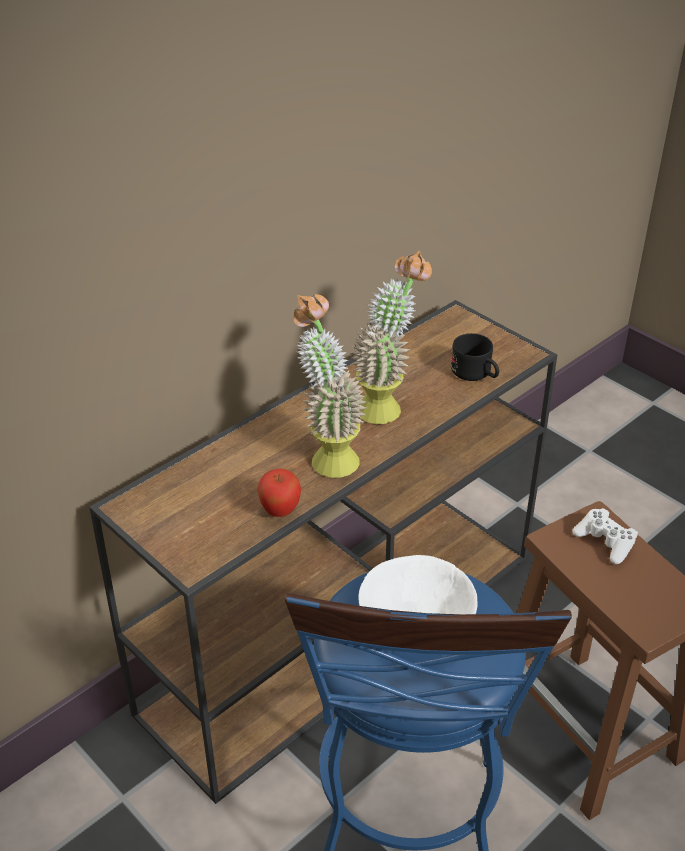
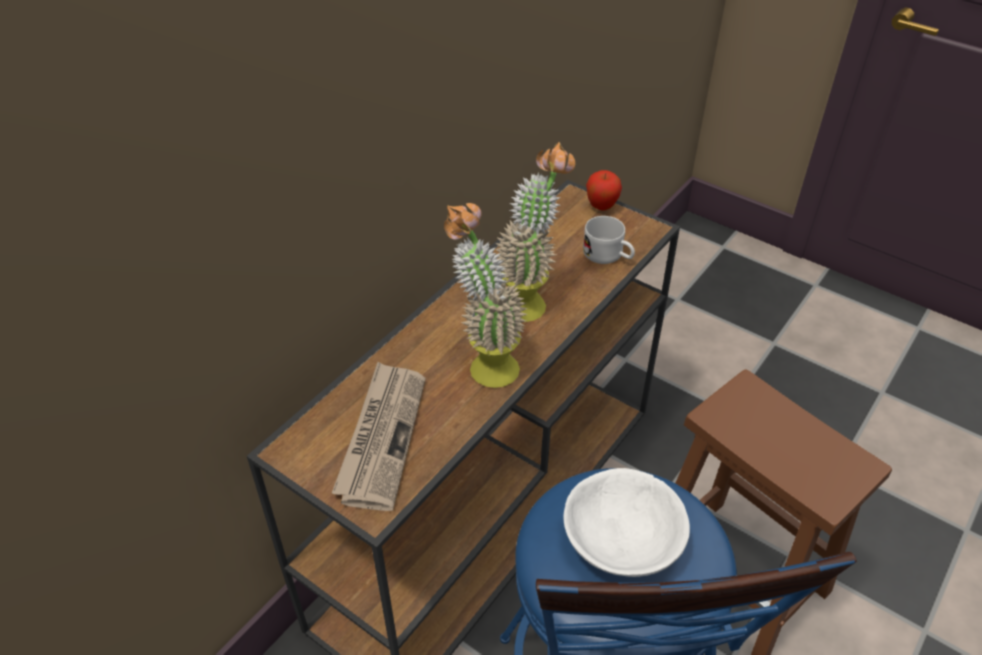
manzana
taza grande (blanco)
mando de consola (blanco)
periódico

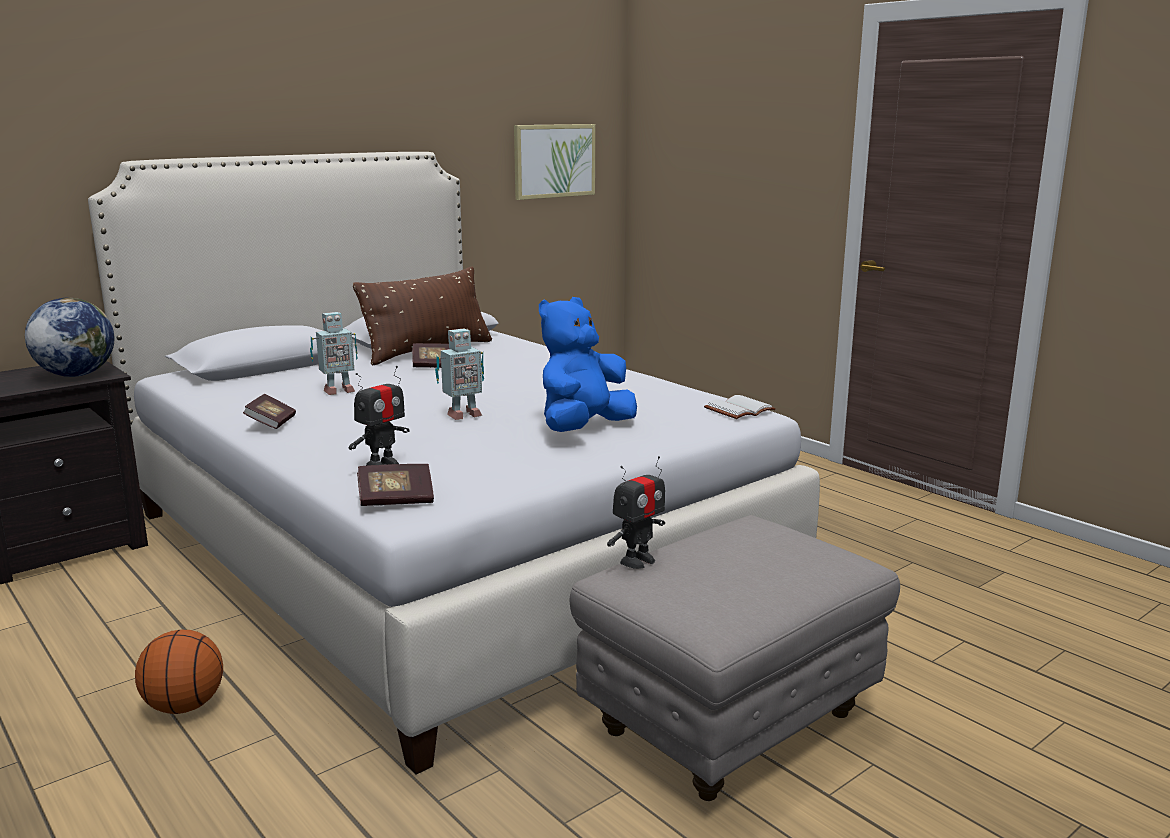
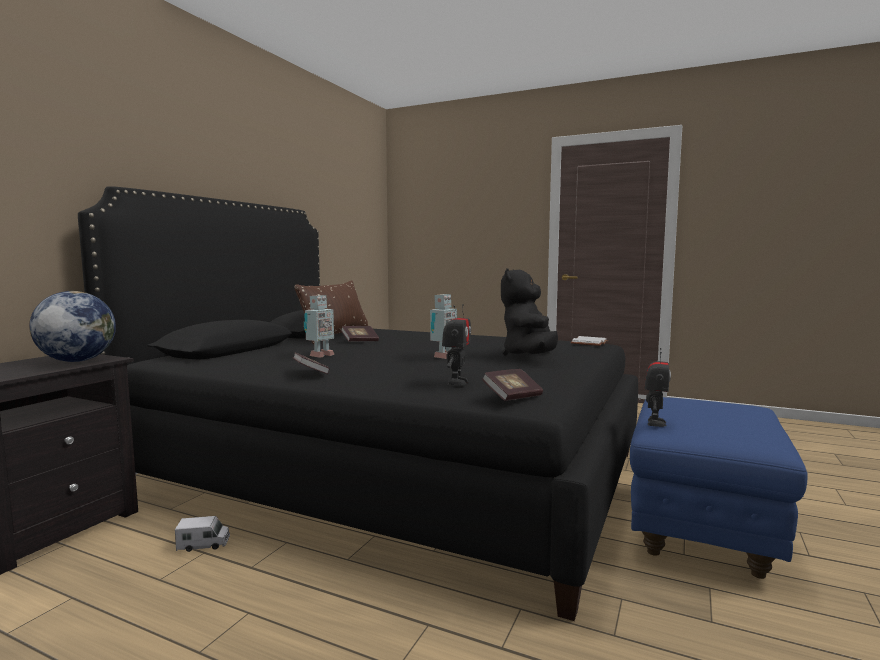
cama (negro)
balón de baloncesto
cuadro
peluche (negro)
puf (azul)
camión de juguete

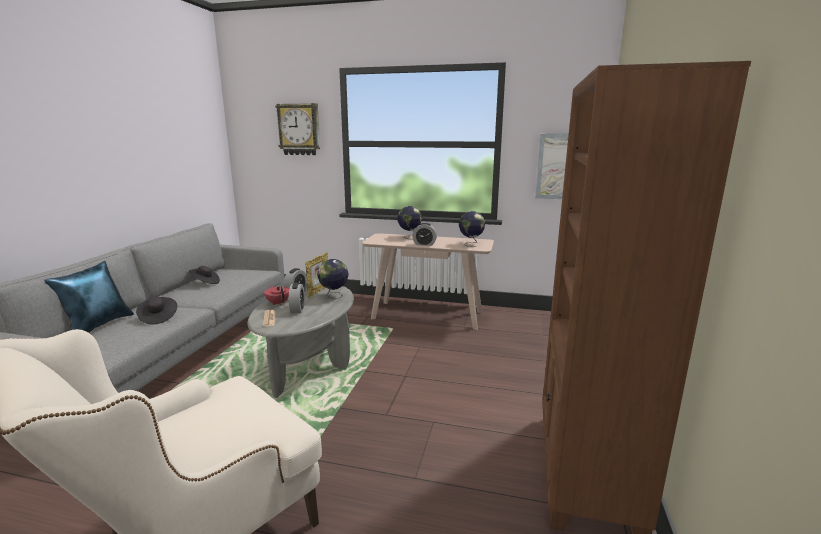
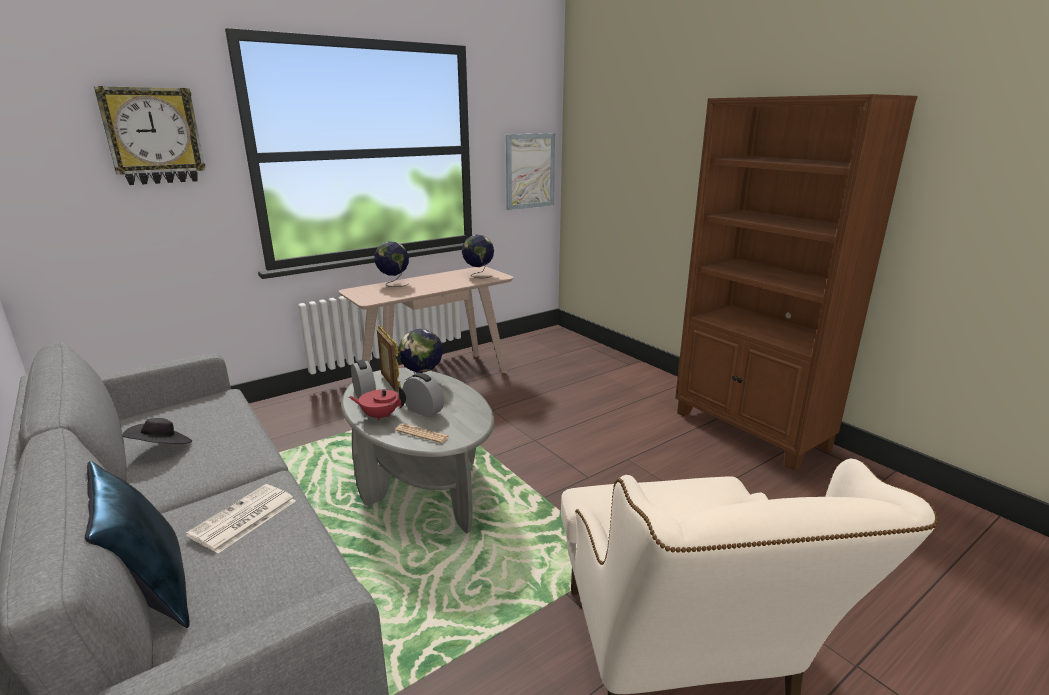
periódico (no. 1 from left)
despertador (no. 3 from left in the first image)

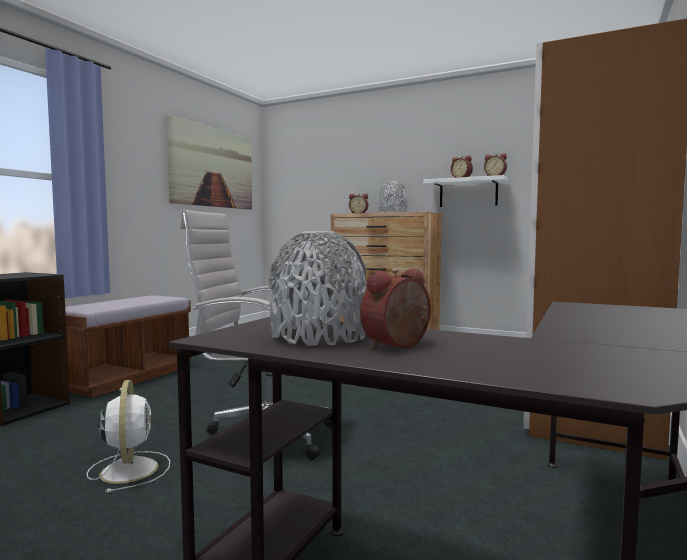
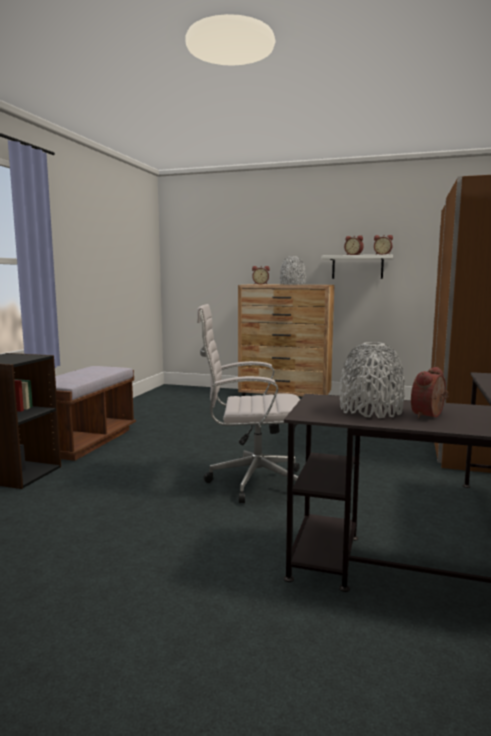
ventilador (blanco)
cuadro

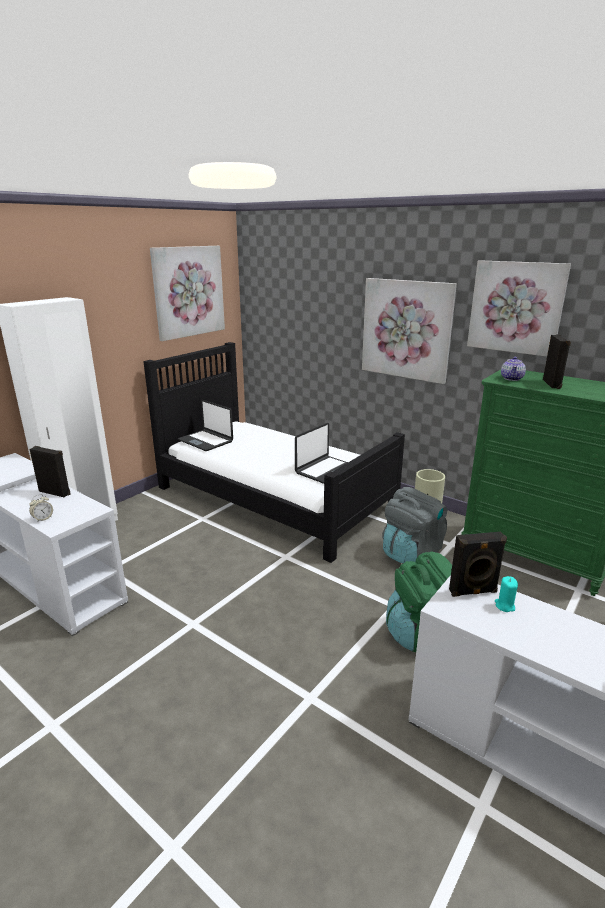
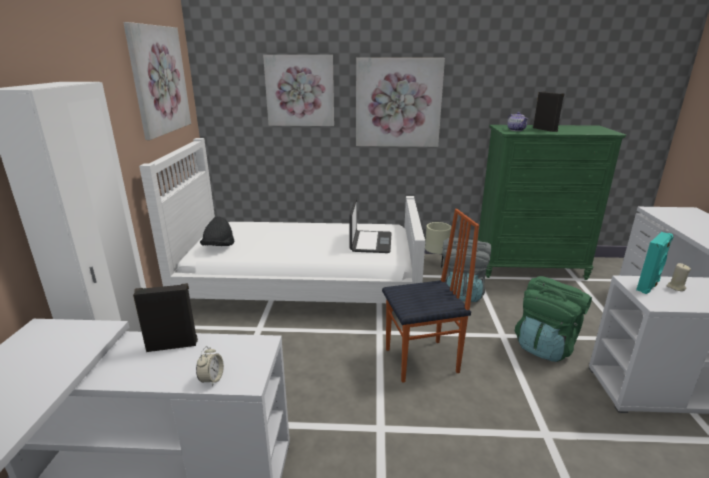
cama (blanco)
sombrero (negro)
altavoz (turquesa)
cuadro (no. 2 from left)
vela (beis)
silla

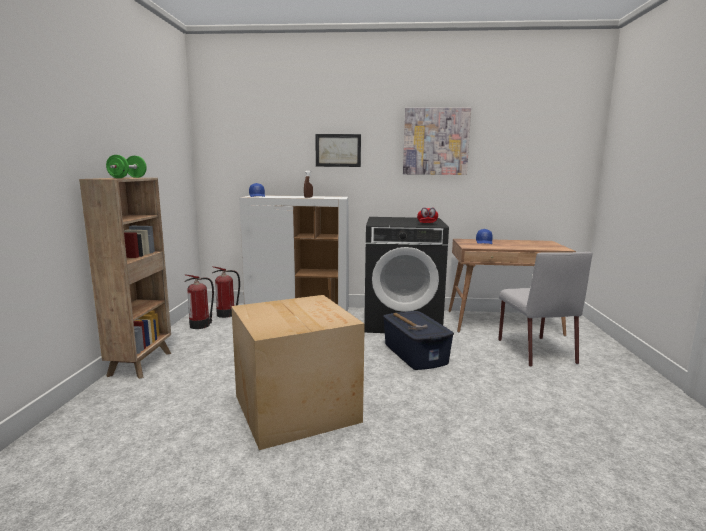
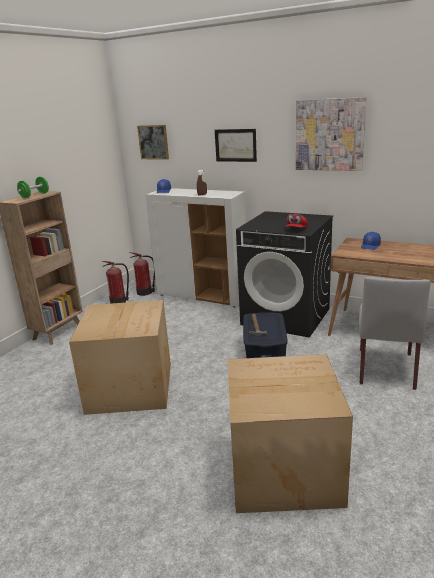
cuadro (no. 1 from left)
caja de cartón (no. 2 from left)

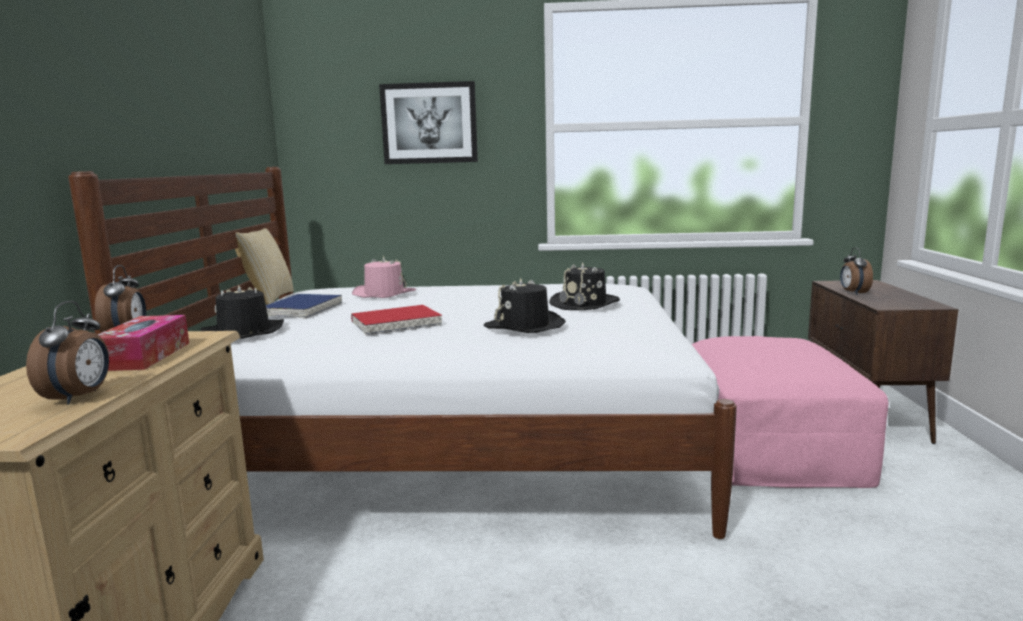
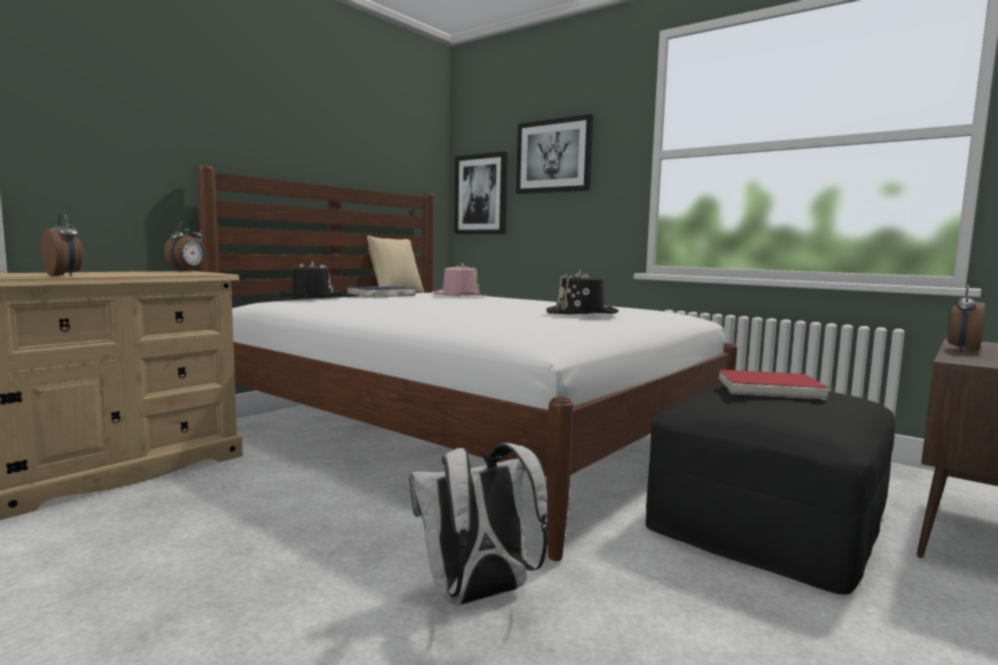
despertador (no. 1 from left)
caja de pañuelos
libro (rojo)
sombrero (negro) (no. 2 from left in the first image)
puf (negro)
mochila (blanco)
cuadro (no. 1 from left)

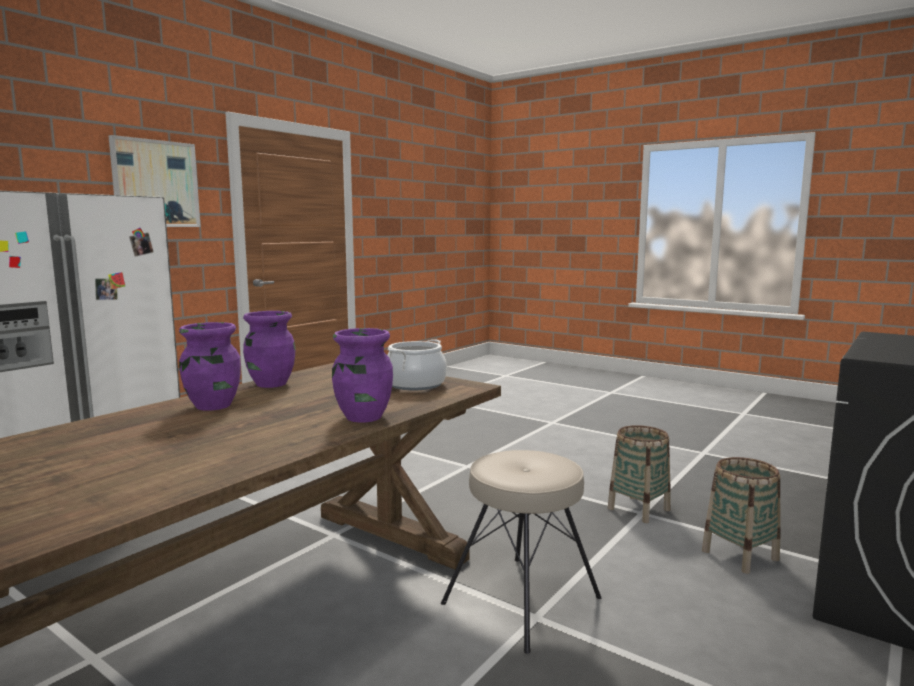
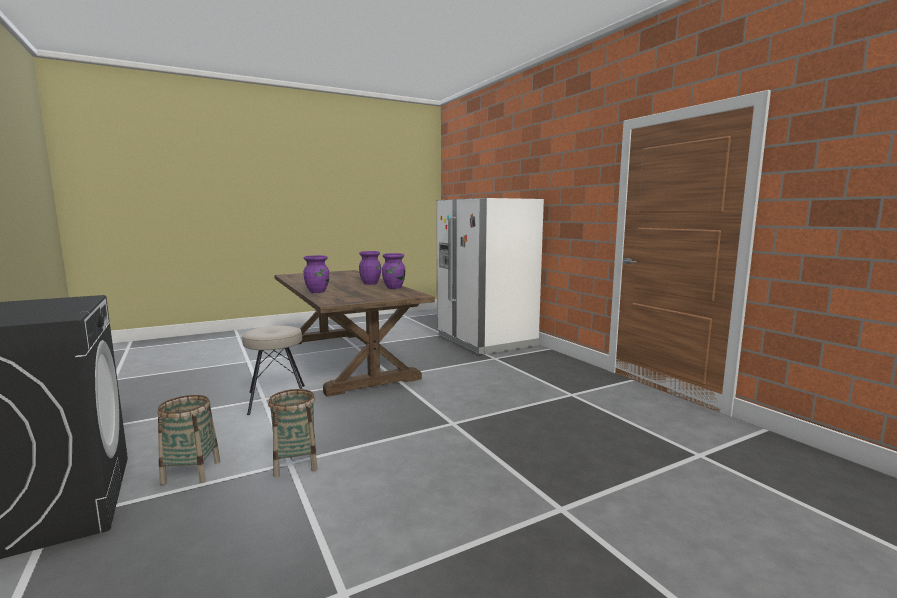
cuadro
olla

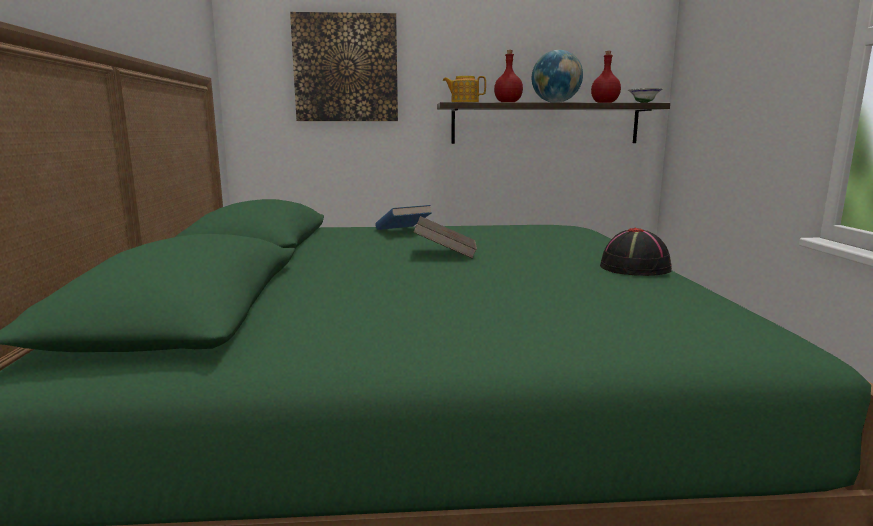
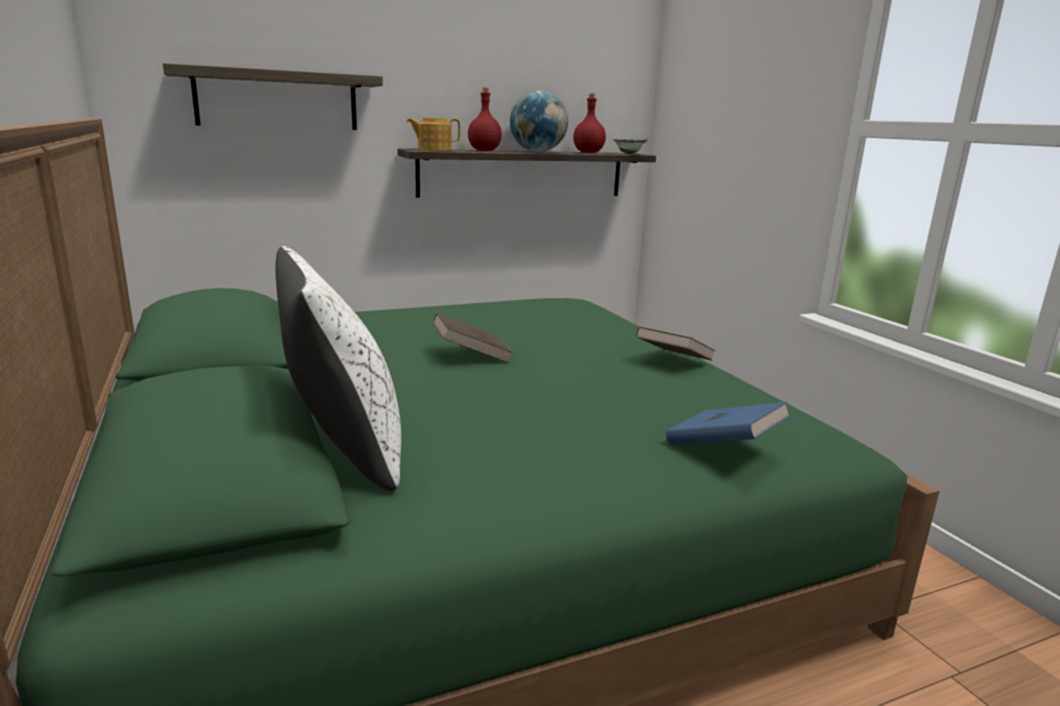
estante (no. 1 from left)
libro (azul)
libro (marrón) (no. 2 from left)
cojín (blanco)

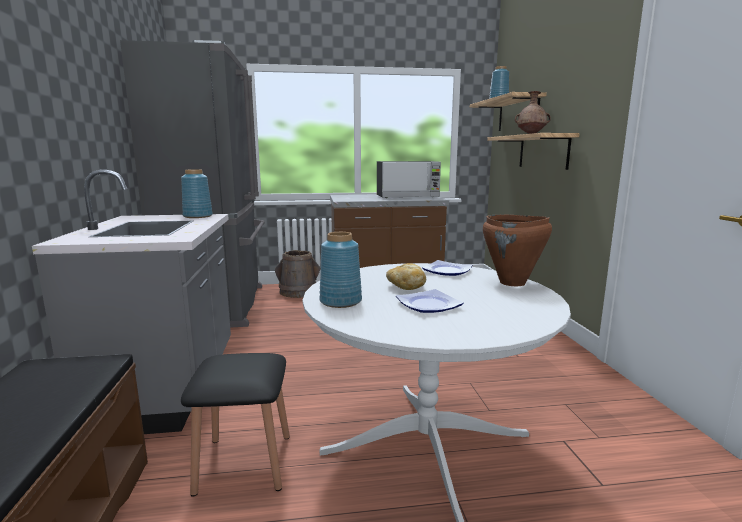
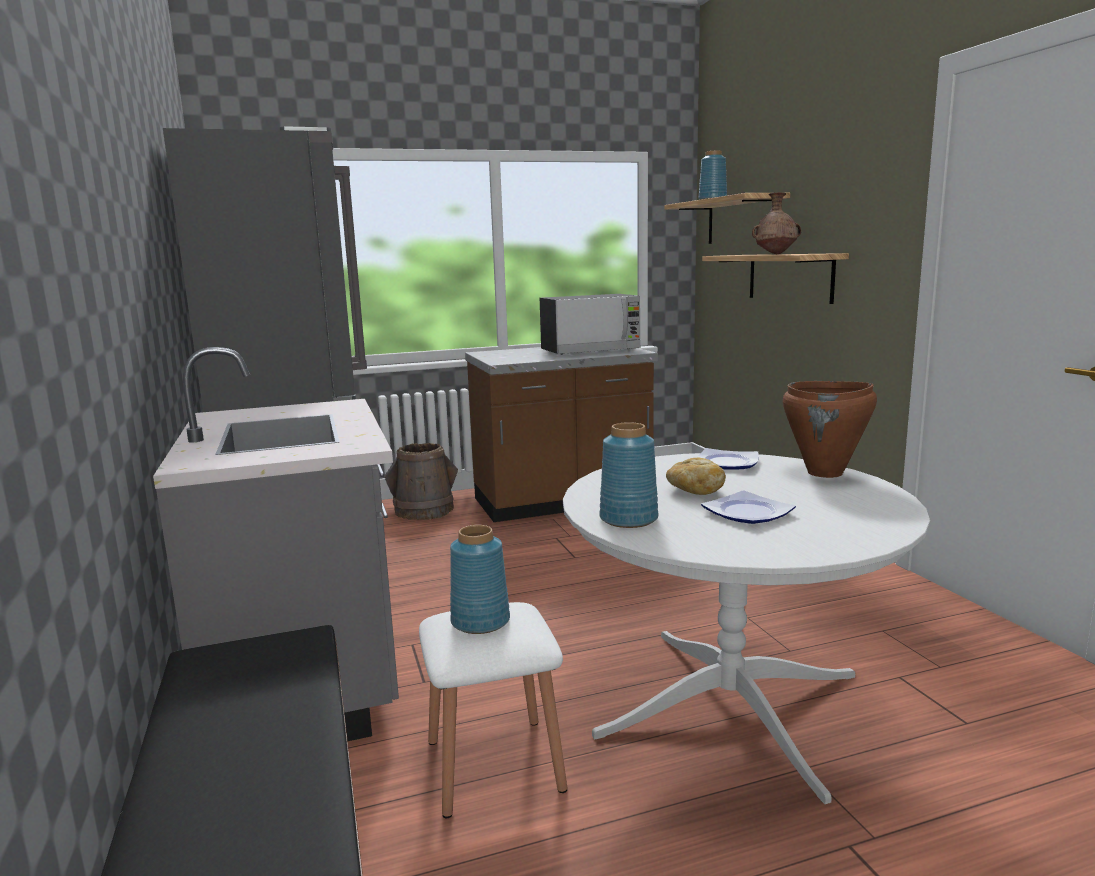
florero (azul) (no. 1 from left)
taburete (blanco)

